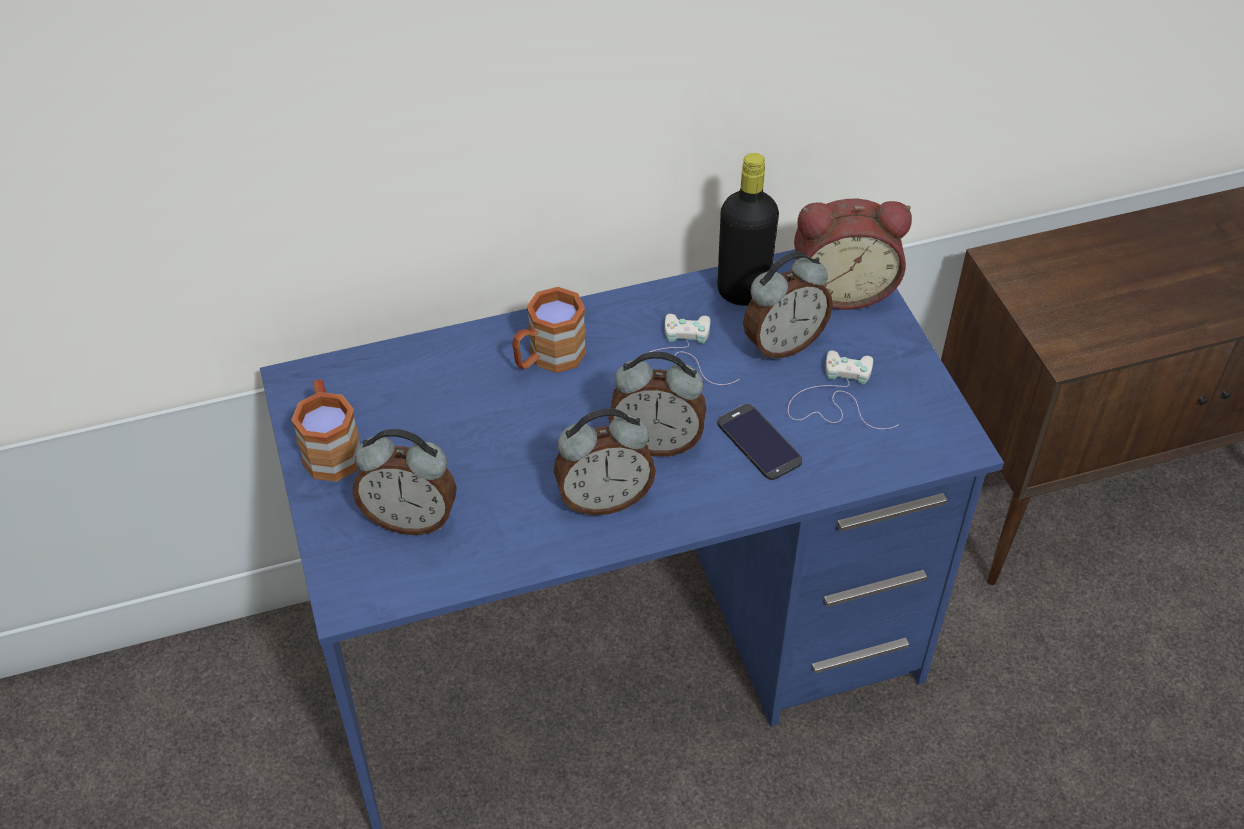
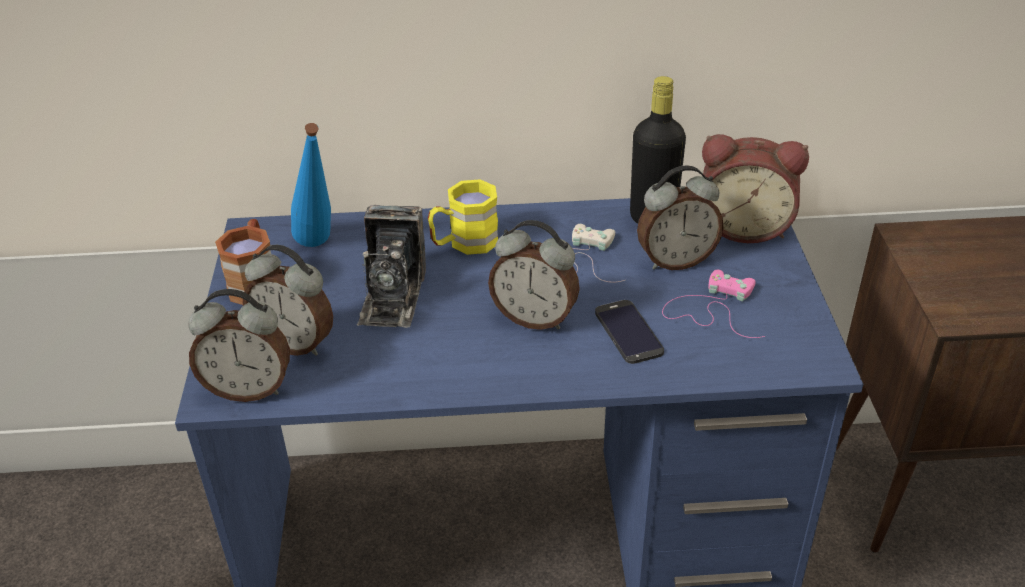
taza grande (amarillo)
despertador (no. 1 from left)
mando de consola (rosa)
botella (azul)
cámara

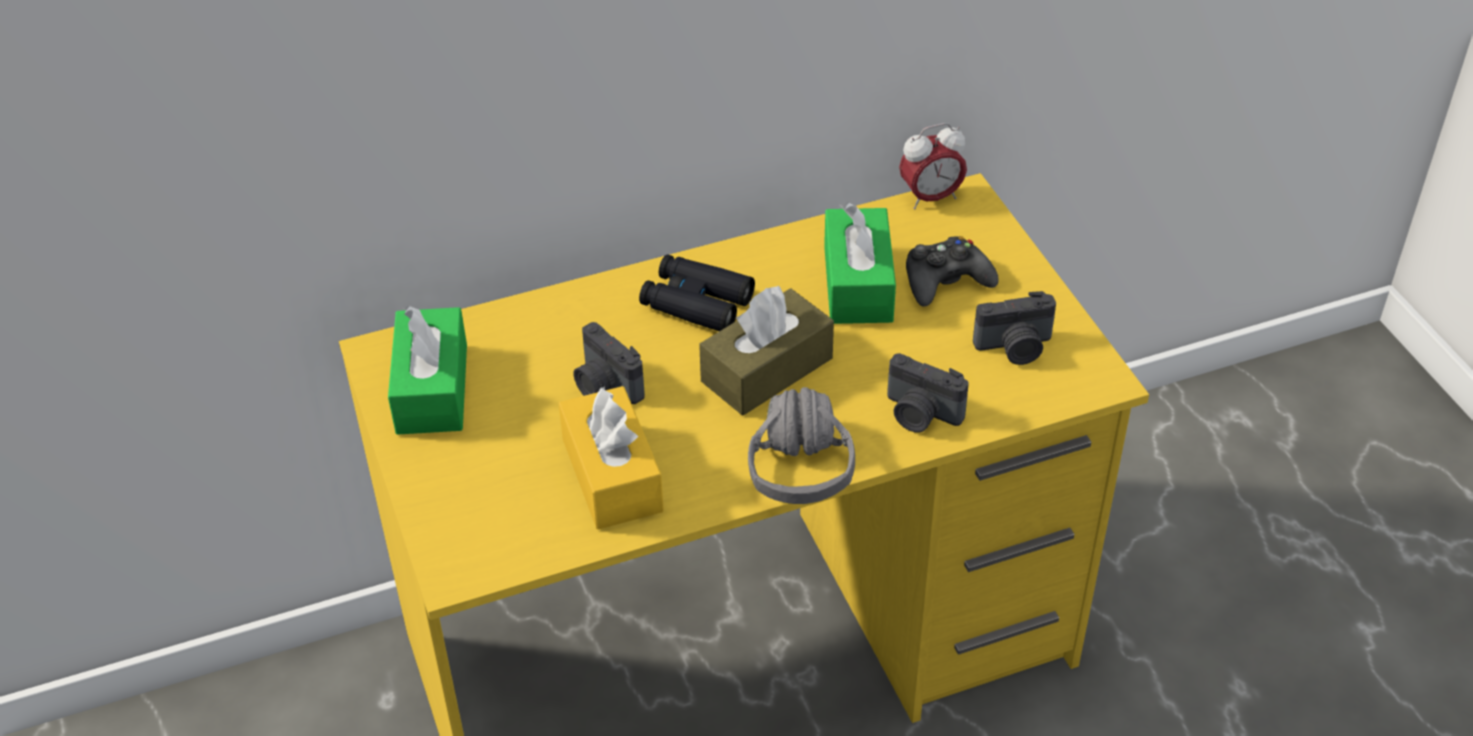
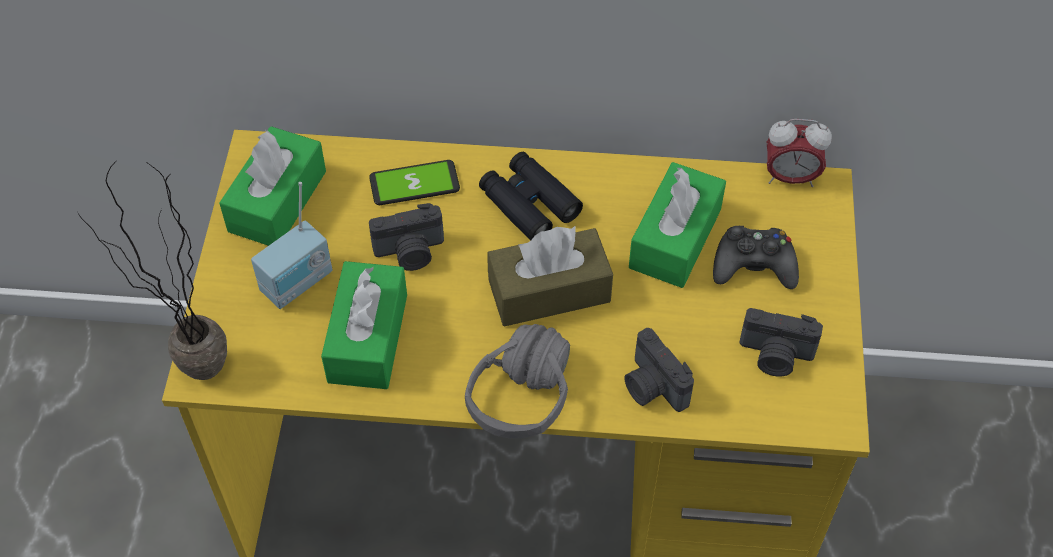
caja de pañuelos (verde) (no. 2 from left)
cámara (no. 1 from left)
planta en maceta
radio
móvil

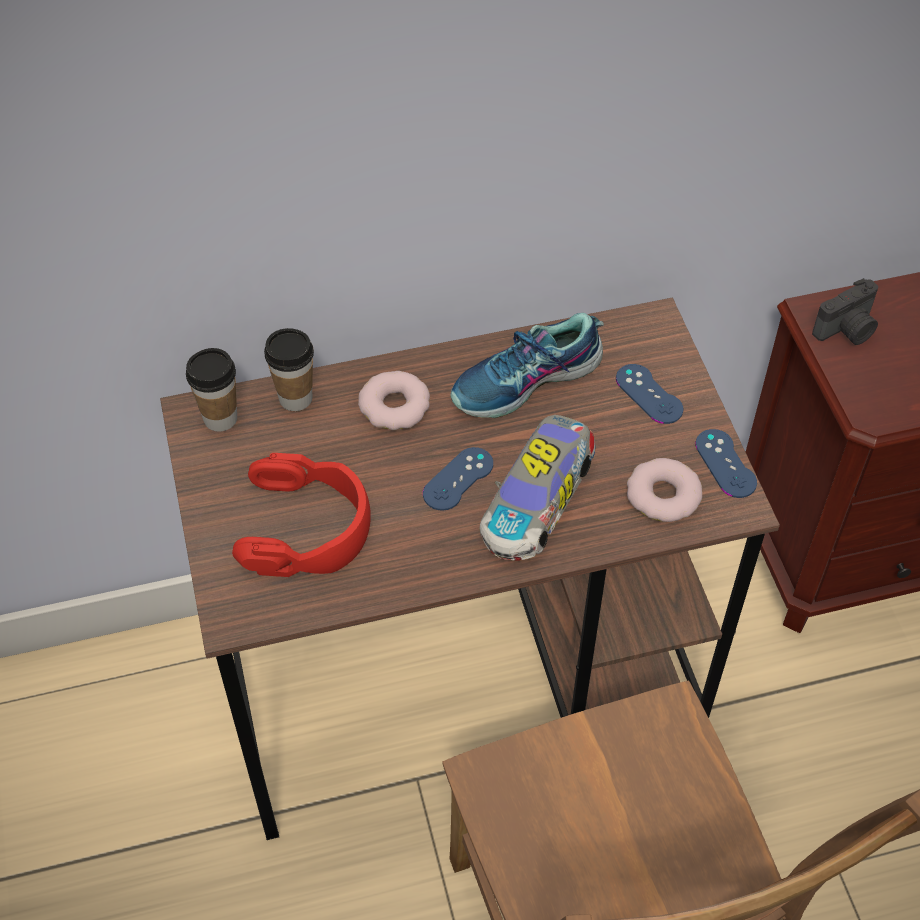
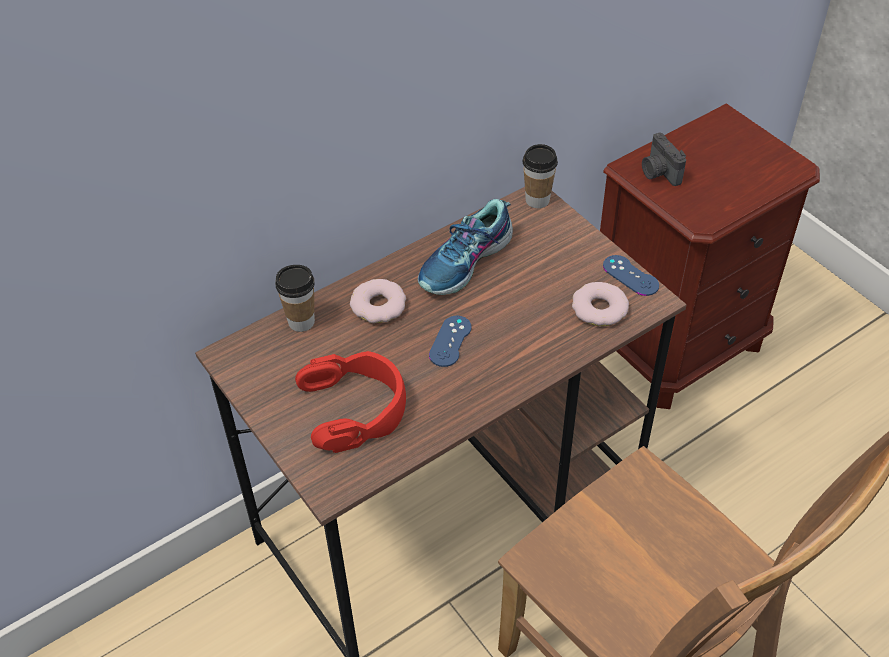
taza (no. 2 from left)
coche de juguete
mando de consola (azul) (no. 2 from left in the first image)
cámara

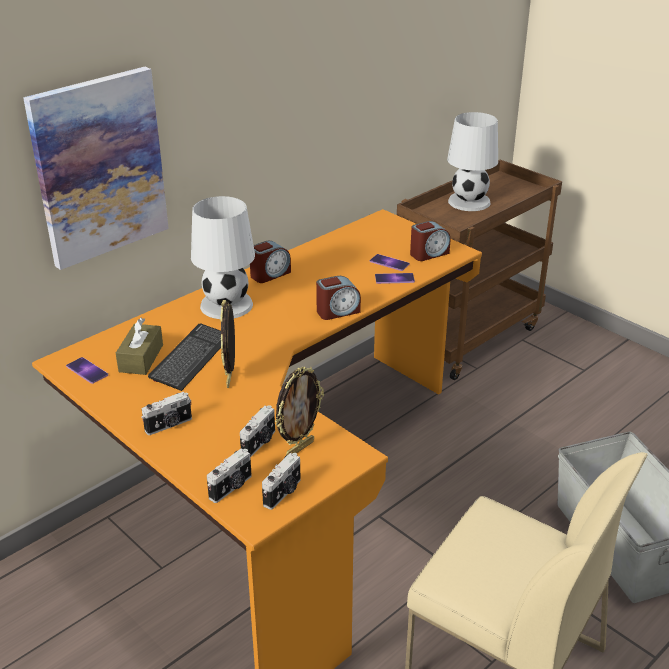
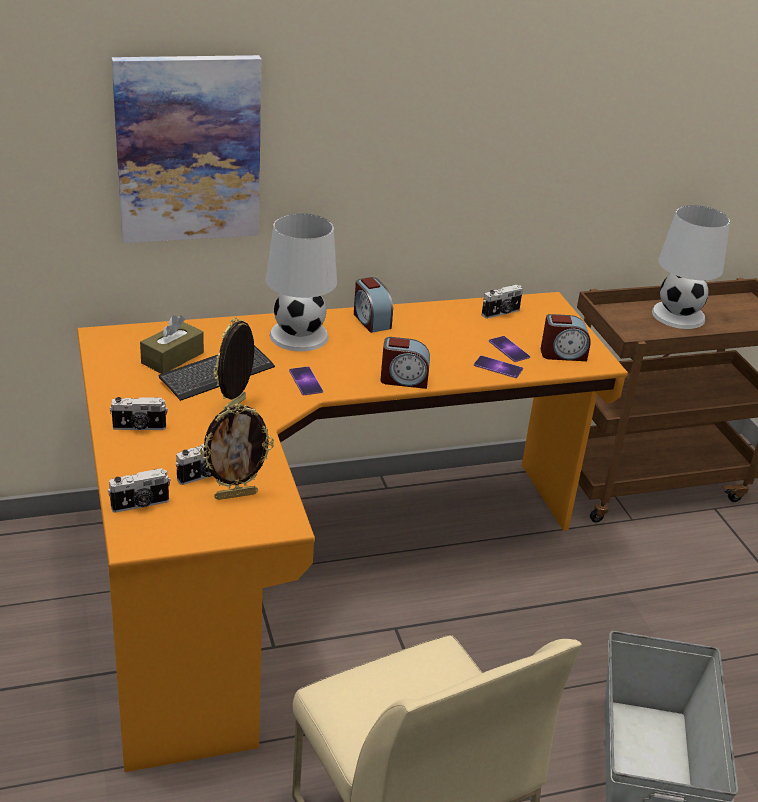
móvil (no. 1 from left)
despertador (no. 1 from left)
cámara (no. 4 from left)

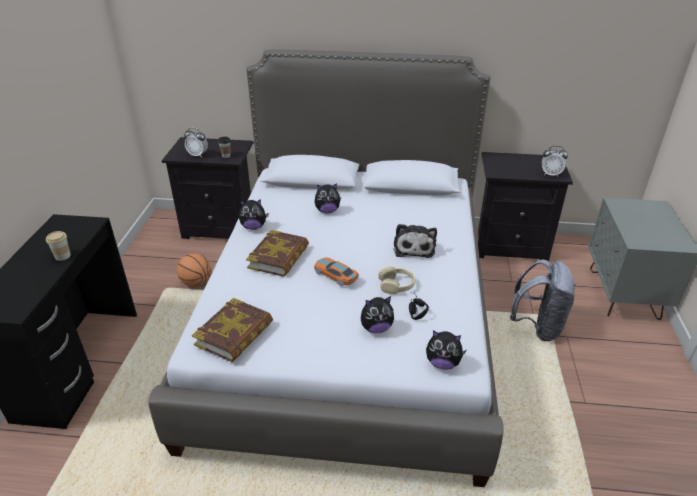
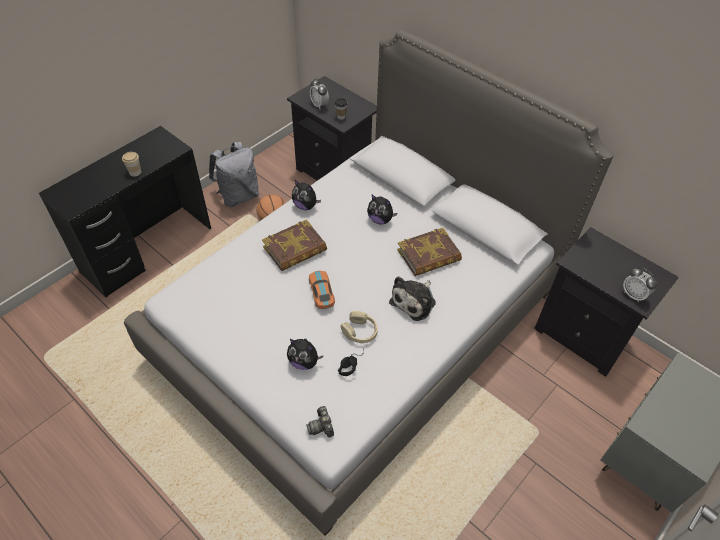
libro (no. 2 from left)
cámara
mochila (gris)

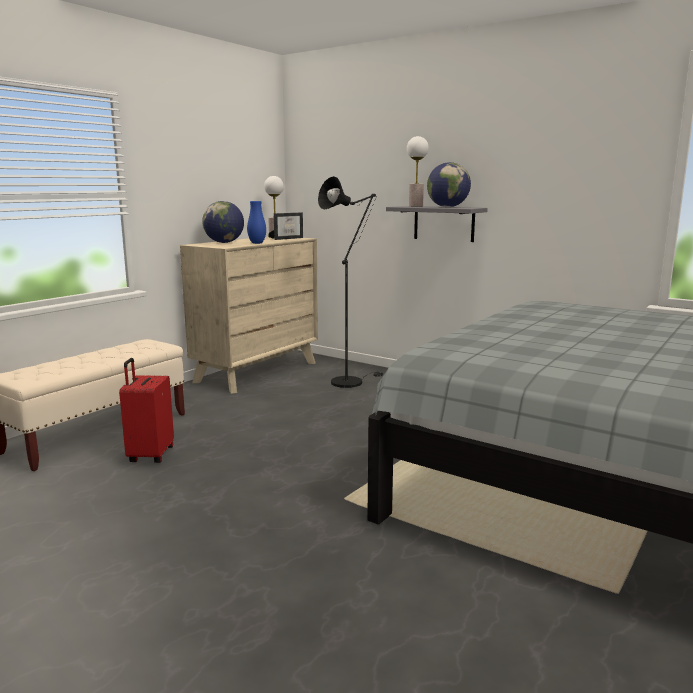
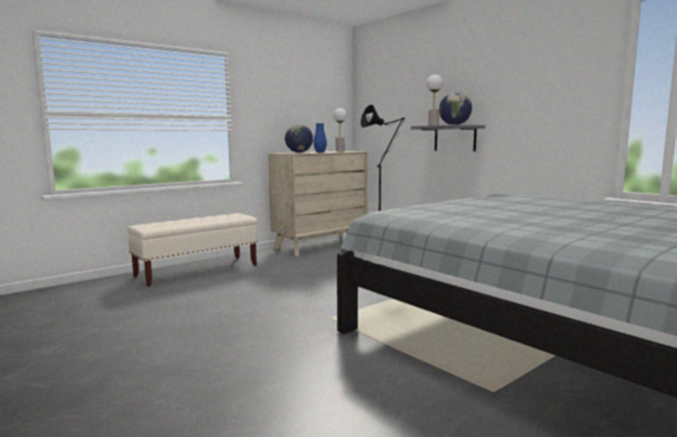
maleta (rojo)
portarretratos

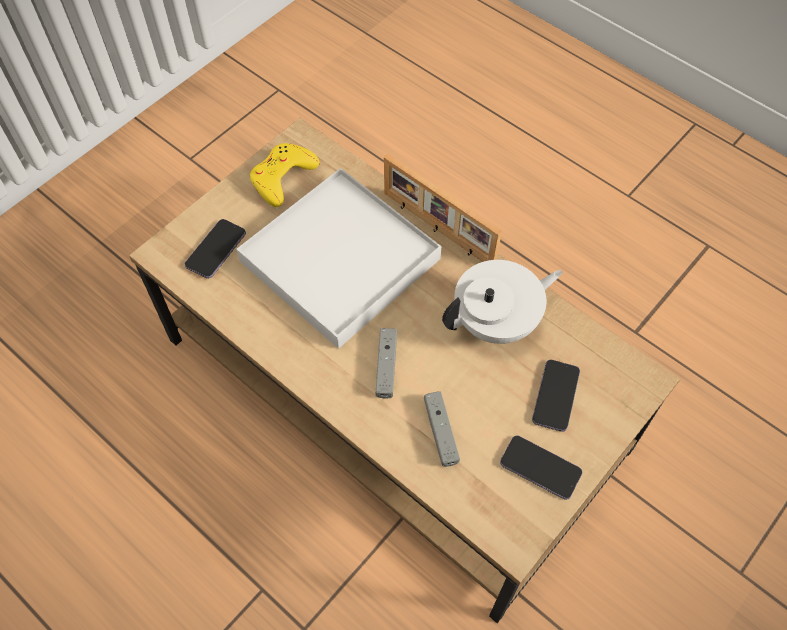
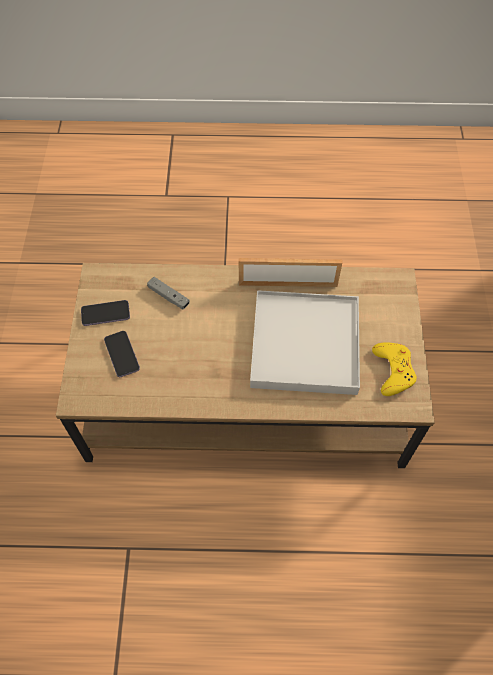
móvil (no. 1 from left in the first image)
mando de consola (gris) (no. 1 from left in the first image)
portarretratos
tetera (blanco)

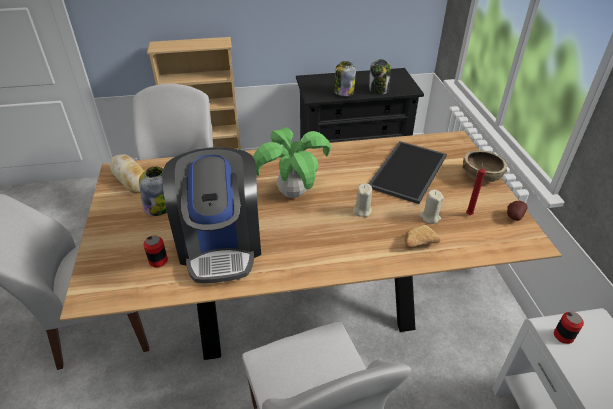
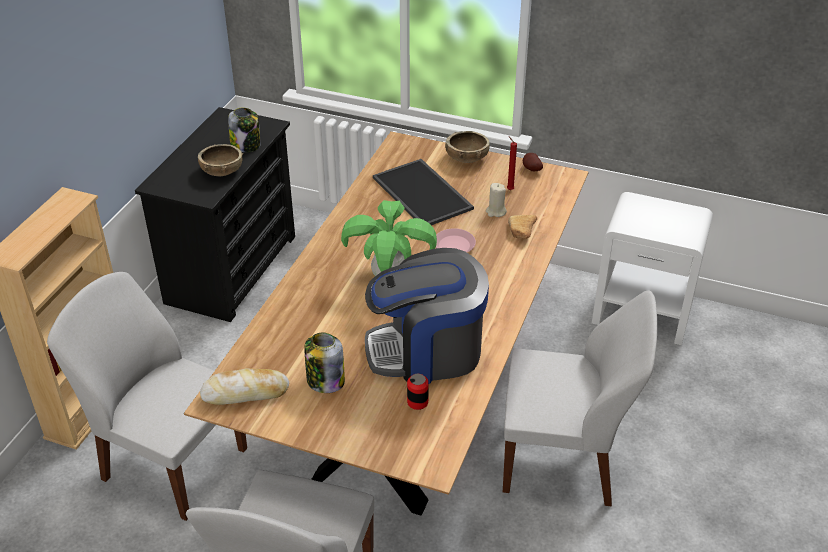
cafetera
cuenco (marrón) (no. 1 from left)
plato (rosa)
lata (no. 2 from left in the first image)

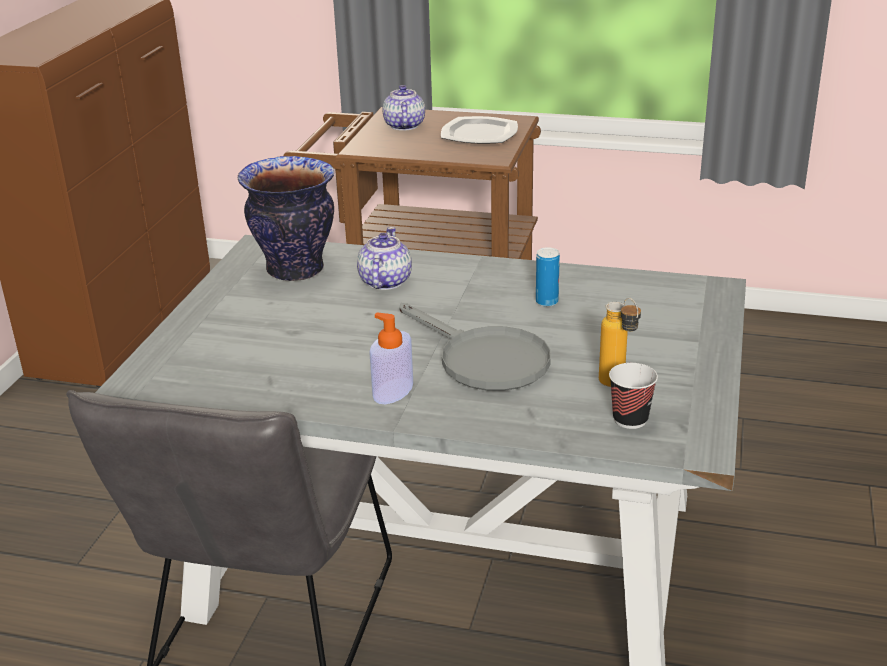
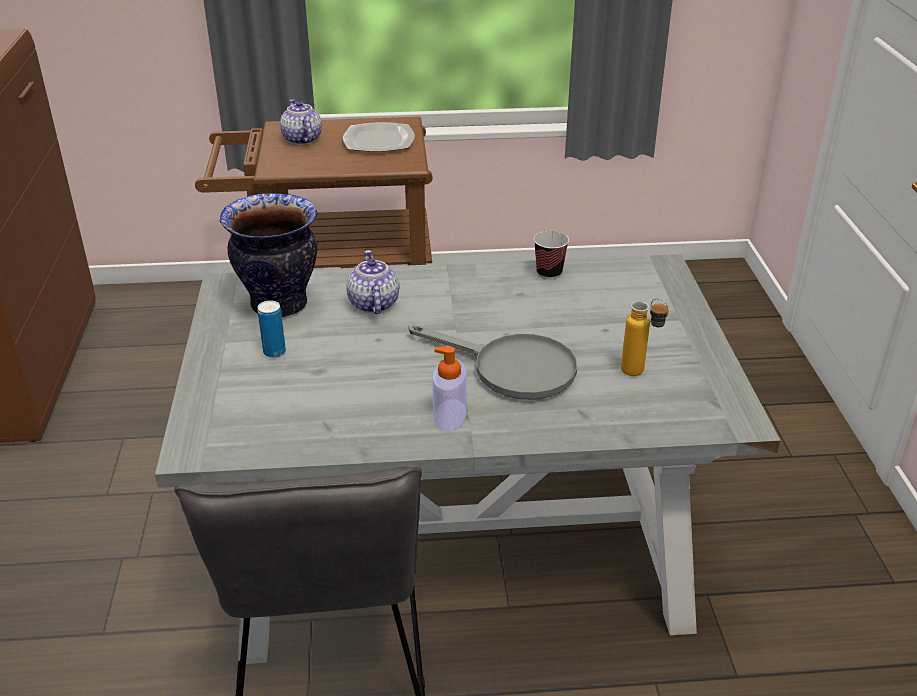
lata
taza

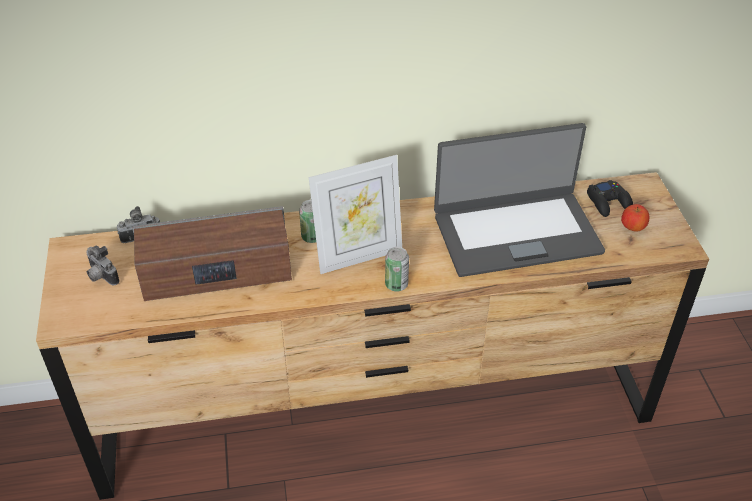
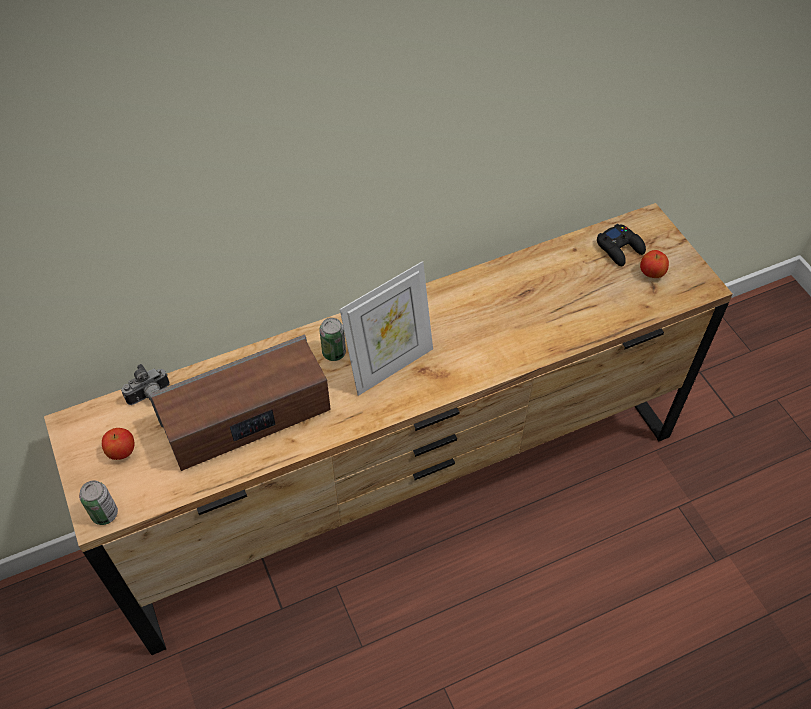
manzana (no. 1 from left)
lata (no. 1 from left)
portátil

